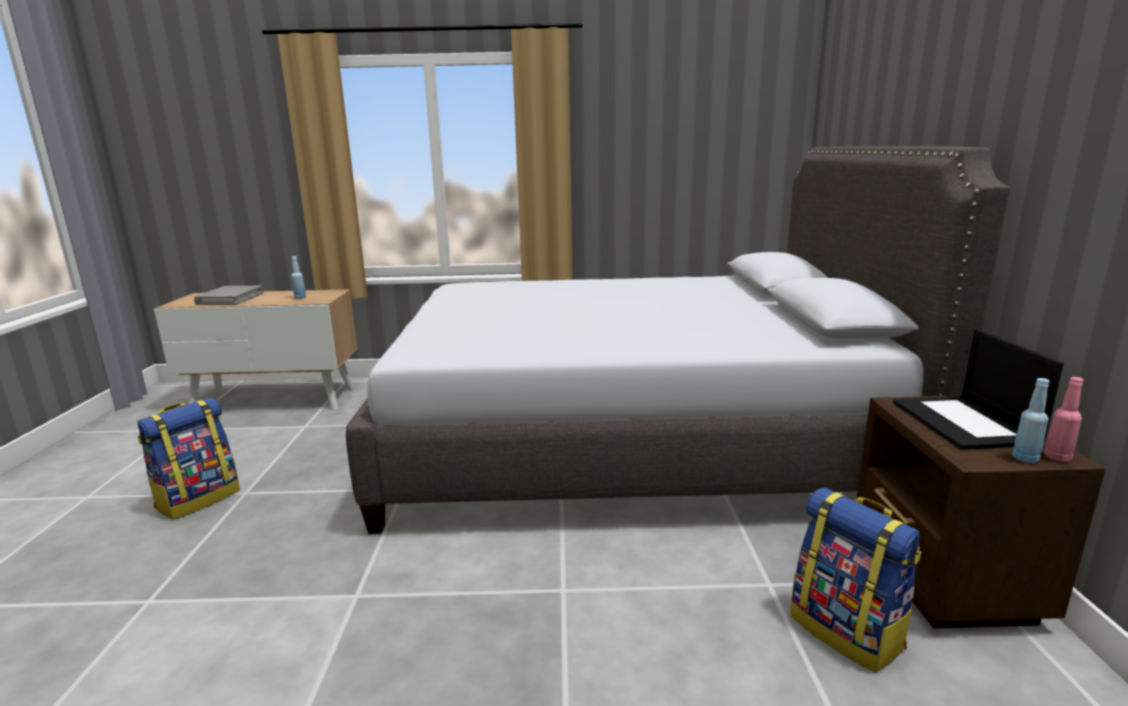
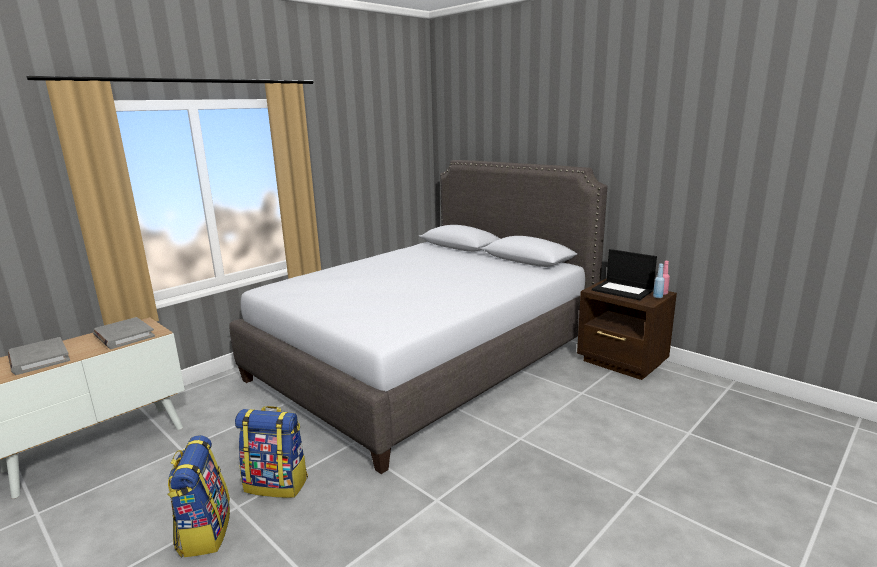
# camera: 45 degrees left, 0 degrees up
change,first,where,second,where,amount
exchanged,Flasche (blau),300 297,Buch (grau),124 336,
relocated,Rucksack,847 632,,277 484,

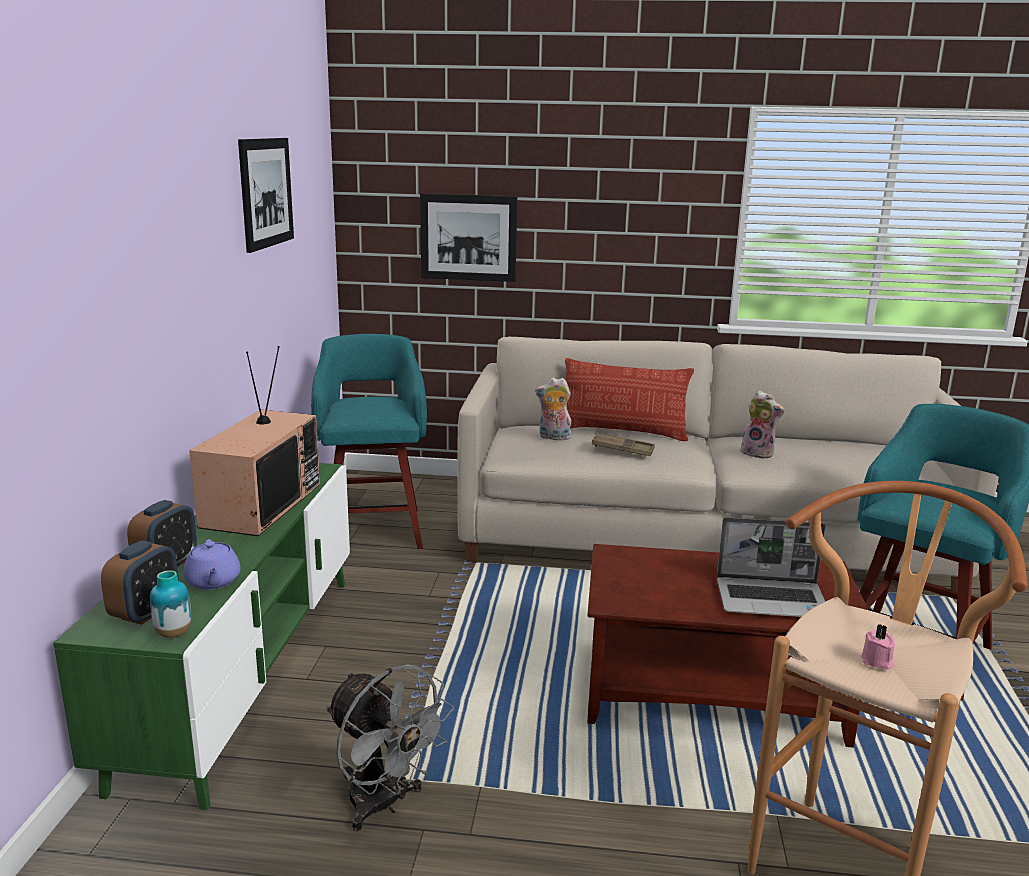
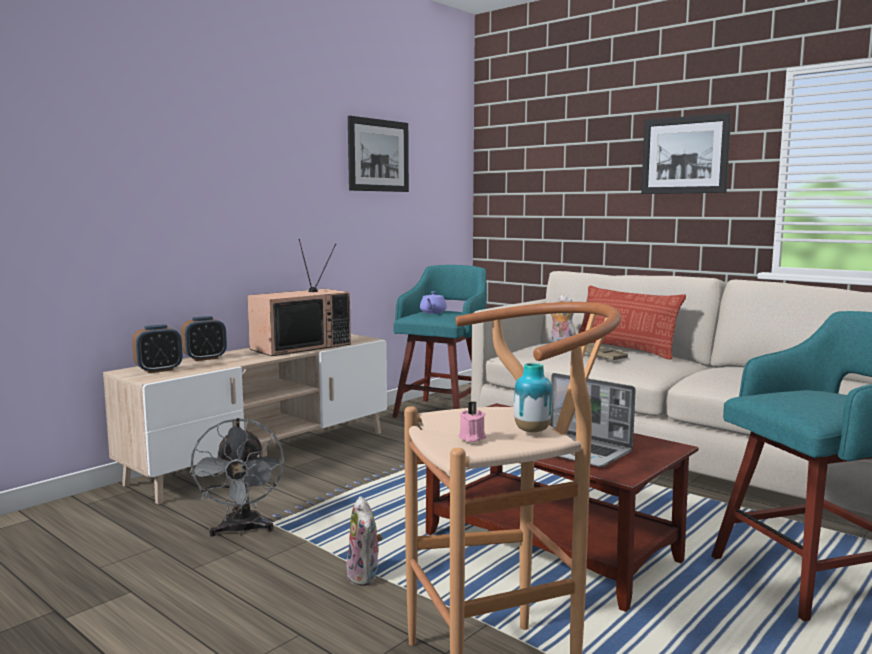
# camera: 35 degrees right, 10 degrees down
change,first,where,second,where,amount
relocated,Bild,468 237,,684 155,
relocated,Plüschtier,758 453,,365 576,
colour,Fernsehschrank (grün),244 671,Fernsehschrank (beige),265 456,
relocated,Teekanne (lila),213 582,,433 312,
relocated,Vase,173 633,,532 431,

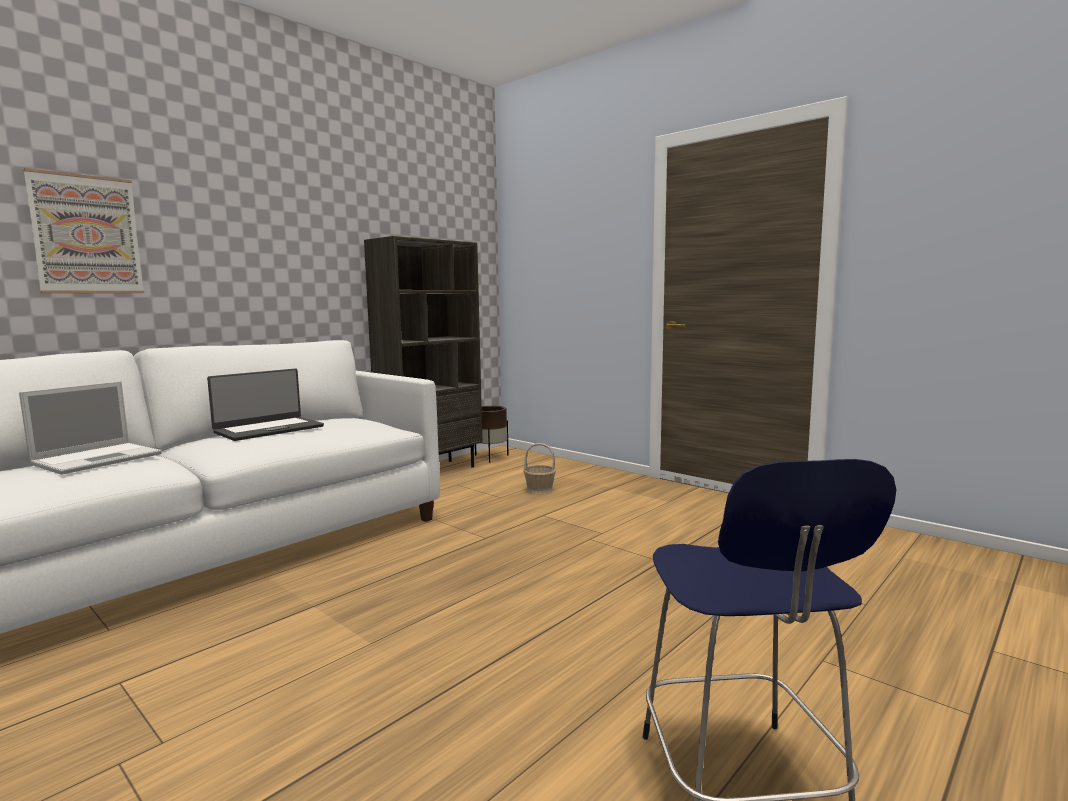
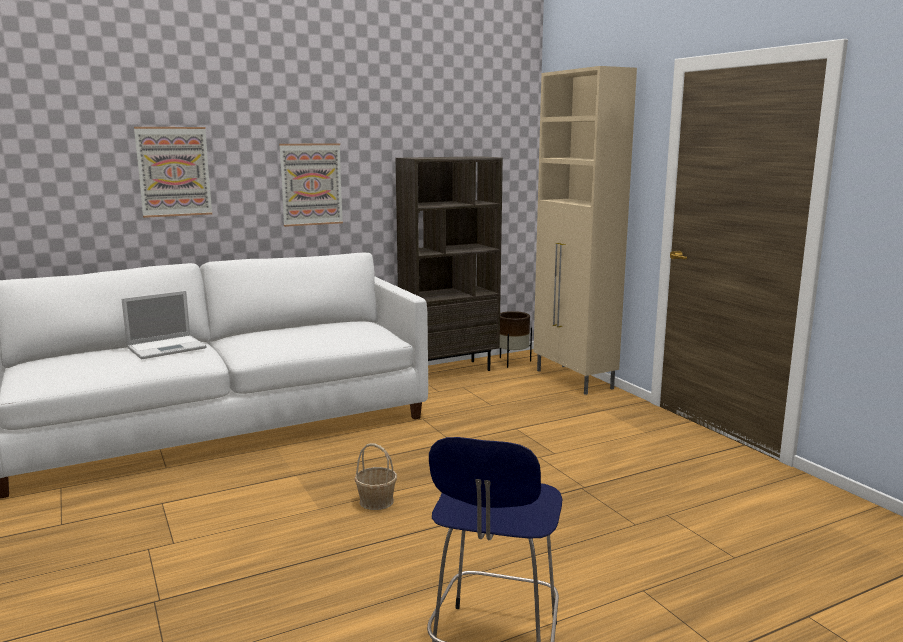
# camera: 20 degrees right, 5 degrees up
change,first,where,second,where,amount
missing,Laptop,268 429,,,
relocated,Korb,539 490,,376 501,
appeared,,,Schrank (beige),574 380,
appeared,,,Bild,311 184,

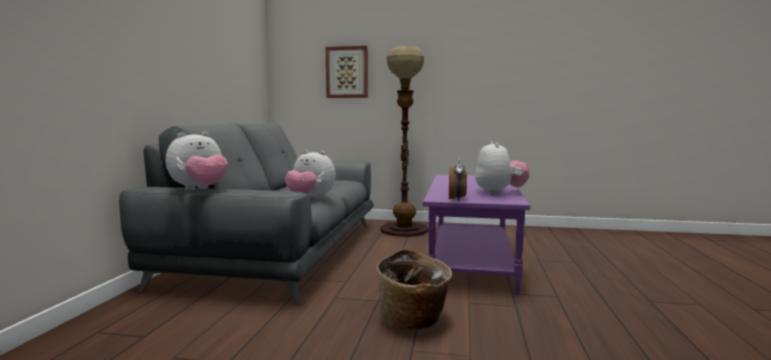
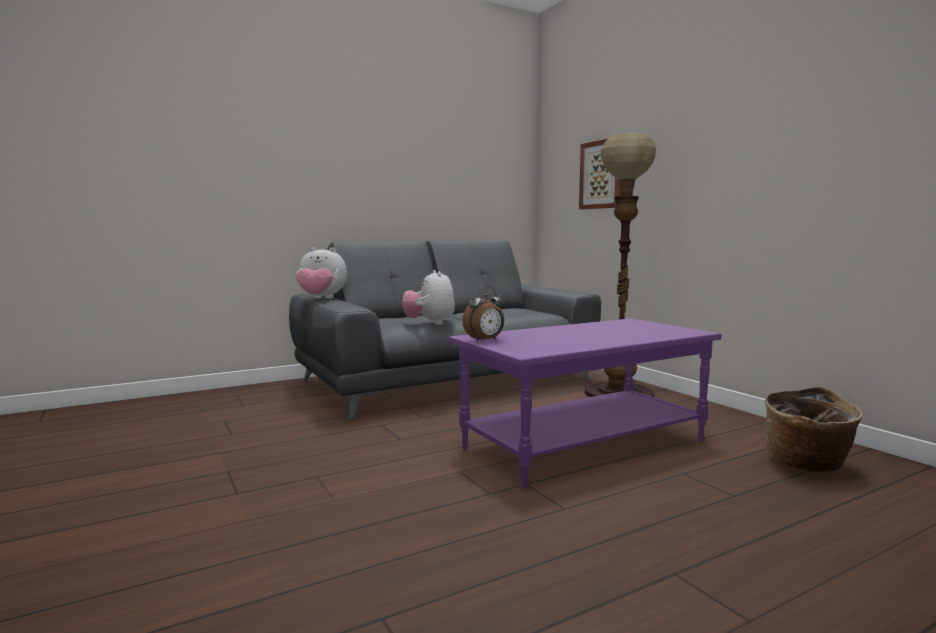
# camera: 50 degrees right, 0 degrees up
change,first,where,second,where,amount
missing,Plüschtier,499 193,,,
relocated,Korb,413 321,,806 465,

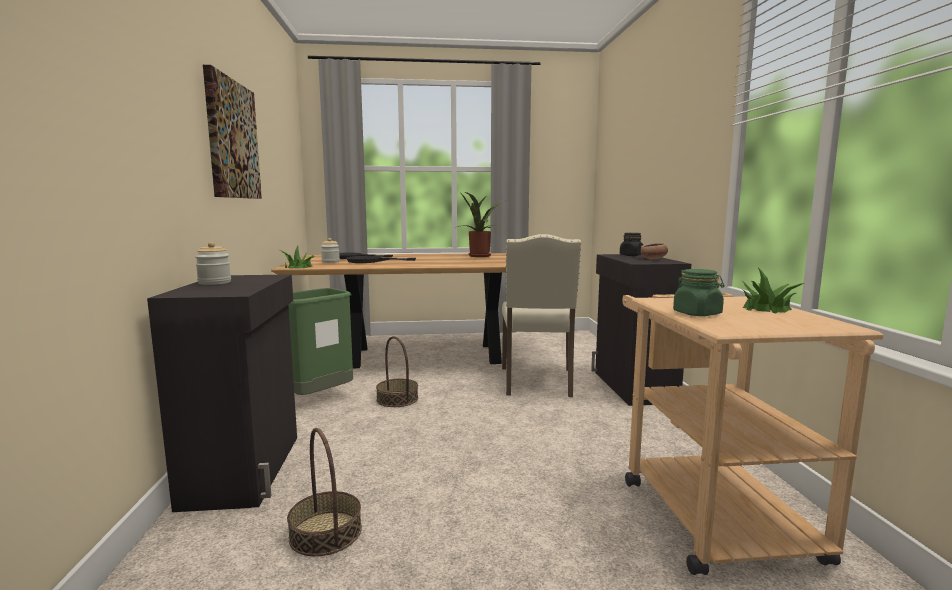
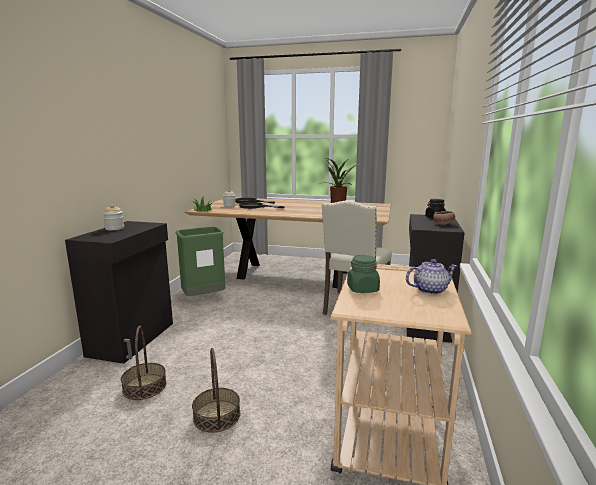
# camera: 20 degrees right, 5 degrees up
change,first,where,second,where,amount
missing,Bild,231 140,,,
exchanged,Topfpflanze,766 308,Teekanne,430 290,
relocated,Korb,397 399,,217 416,

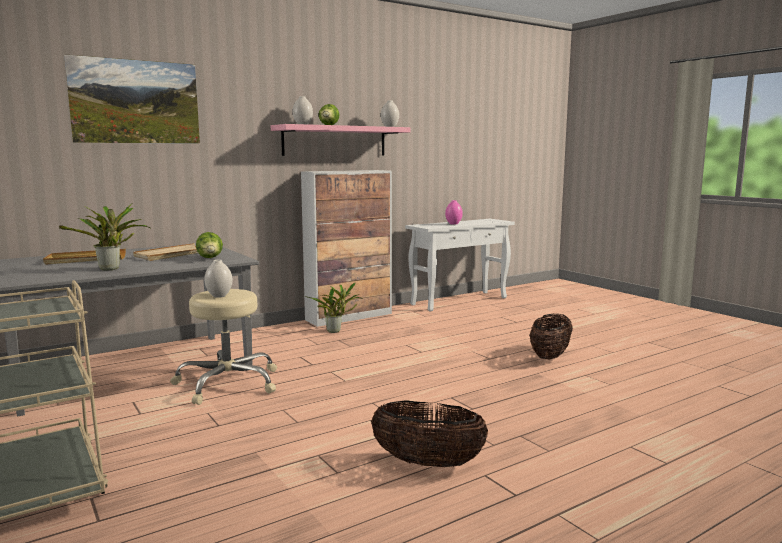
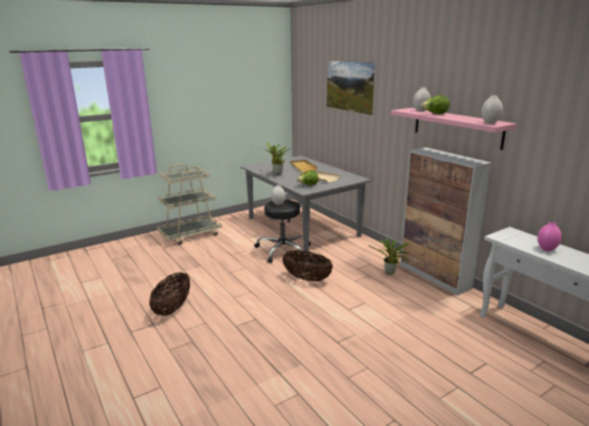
# camera: 90 degrees right, 10 degrees up
change,first,where,second,where,amount
colour,Hocker (beige),228 383,Hocker (schwarz),283 250,
relocated,Korb,550 356,,307 279,

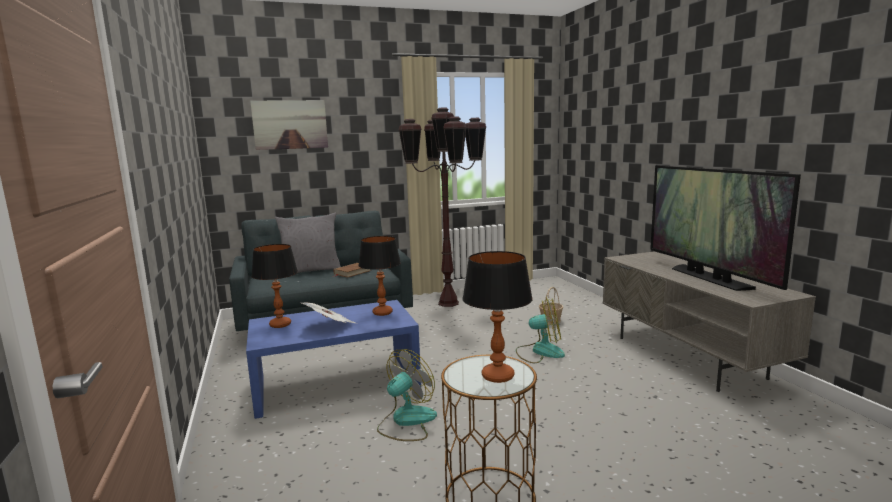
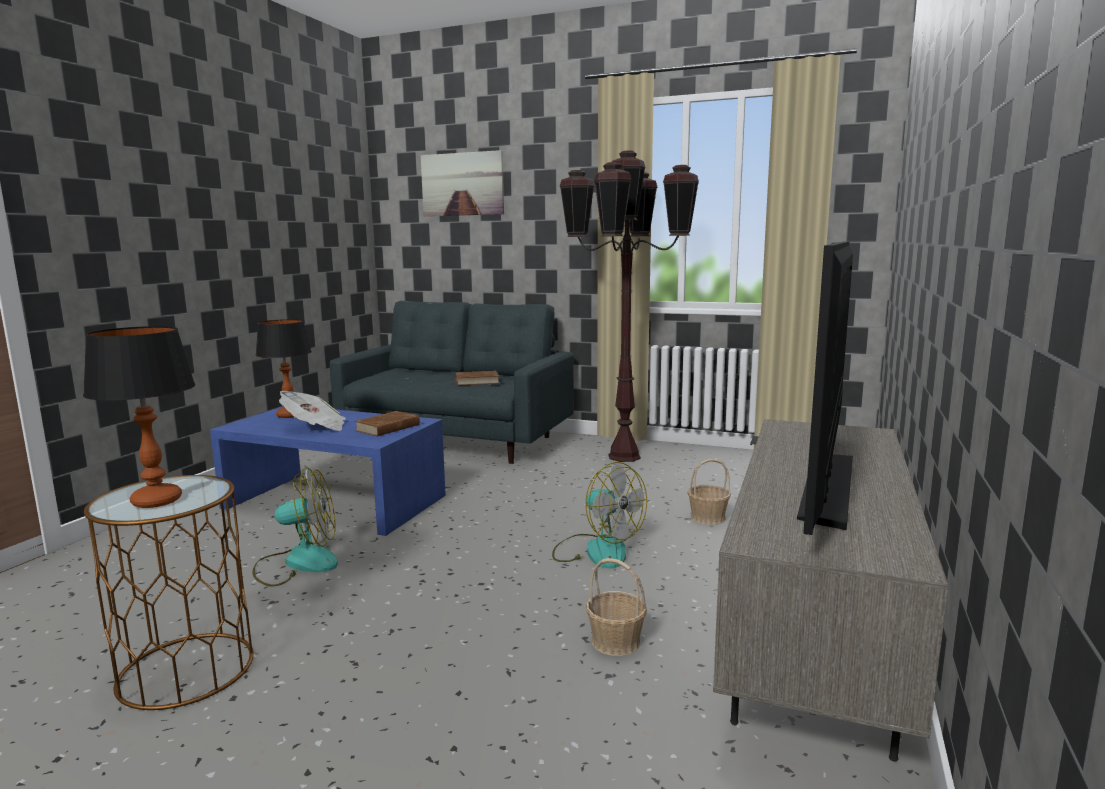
# camera: 40 degrees right, 0 degrees up
change,first,where,second,where,amount
missing,Kissen (grau),310 270,,,
exchanged,Tischlampe,382 313,Buch (braun),388 428,
appeared,,,Korb,616 642,

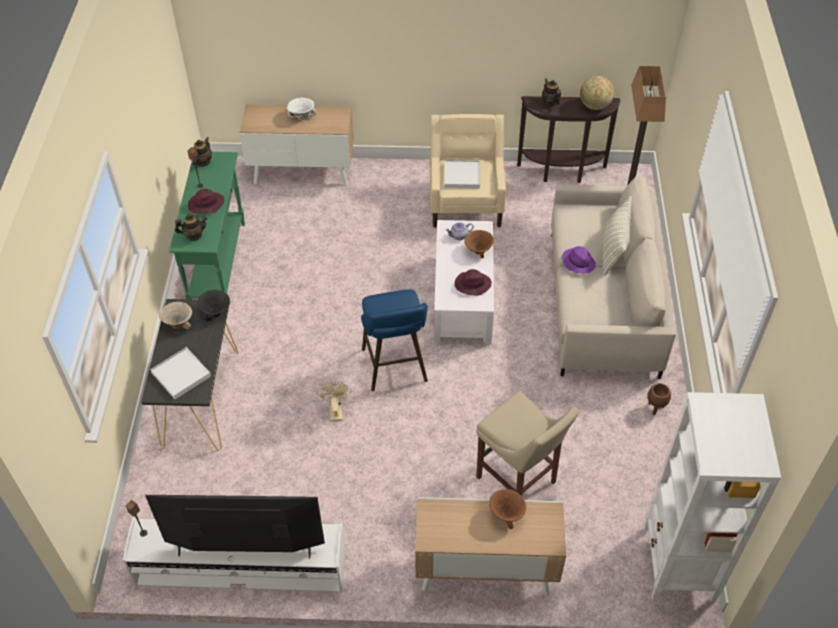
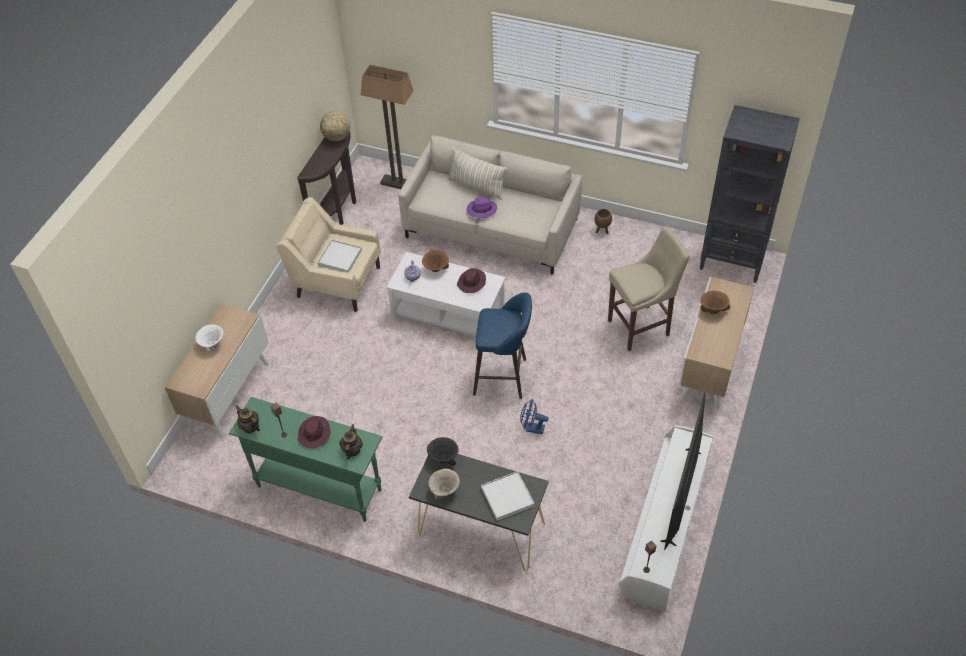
# camera: 70 degrees left, 0 degrees up
change,first,where,second,where,amount
missing,Teekanne,550 102,,,
colour,Ventilator (beige),335 410,Ventilator (blau),532 428,
colour,Bücherregal (weiß),678 565,Bücherregal (schwarz),733 261,

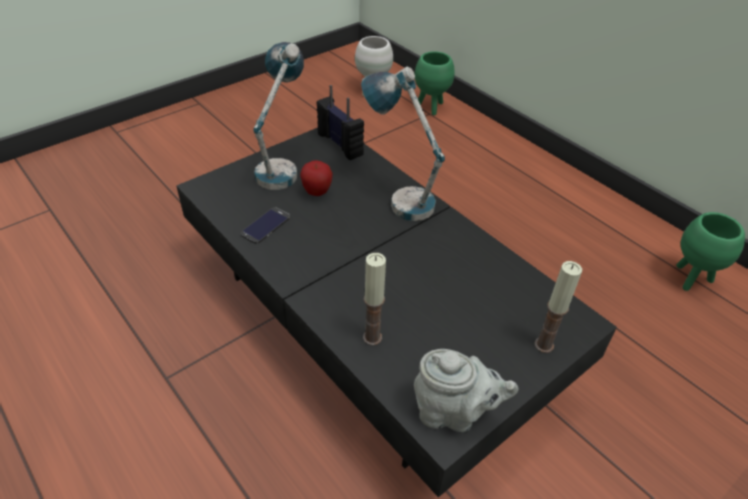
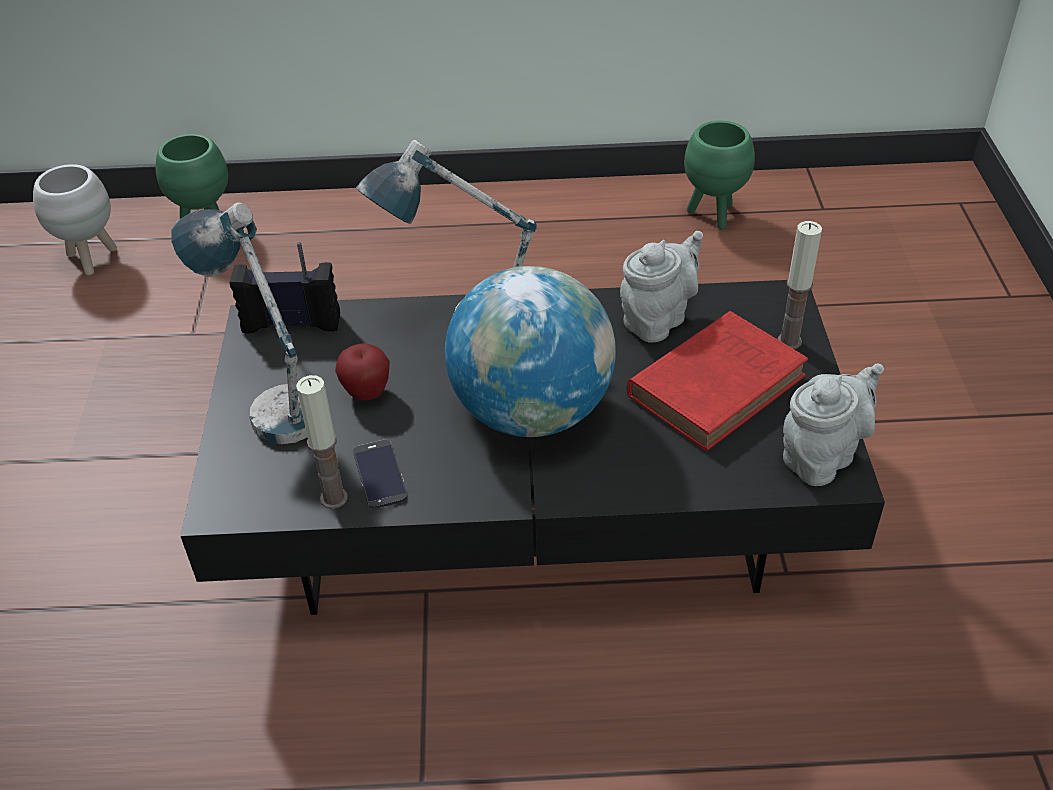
# camera: 50 degrees left, 0 degrees up
change,first,where,second,where,amount
relocated,Kerze,372 337,,334 498,
appeared,,,Teekanne (grau),658 319,
appeared,,,Globus,532 412,
appeared,,,Buch (rot),719 384,

